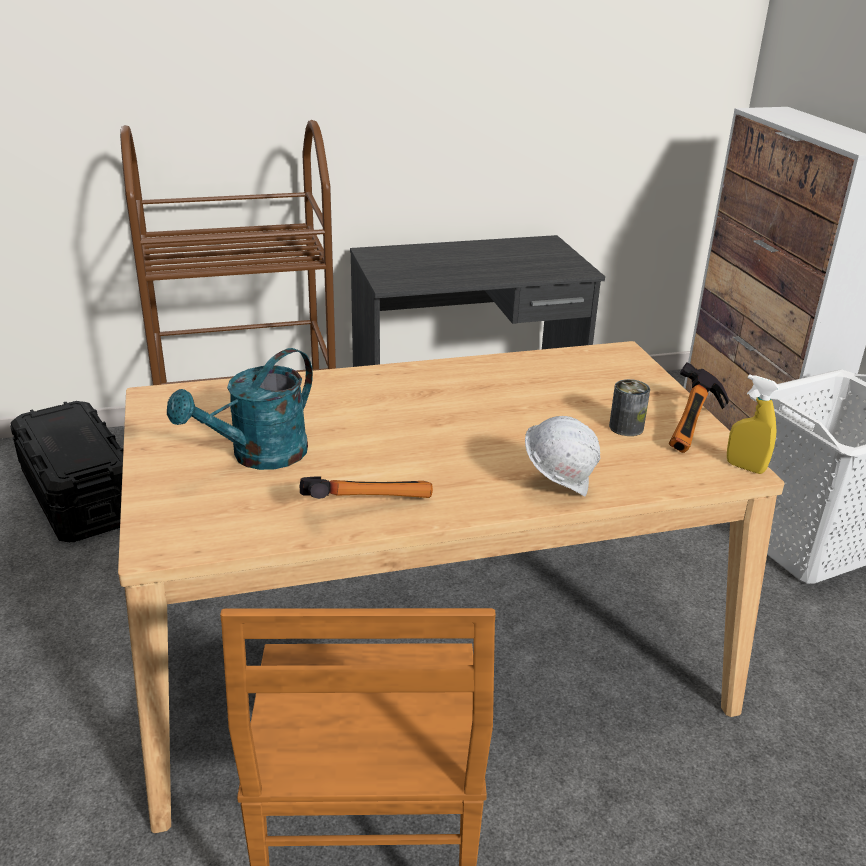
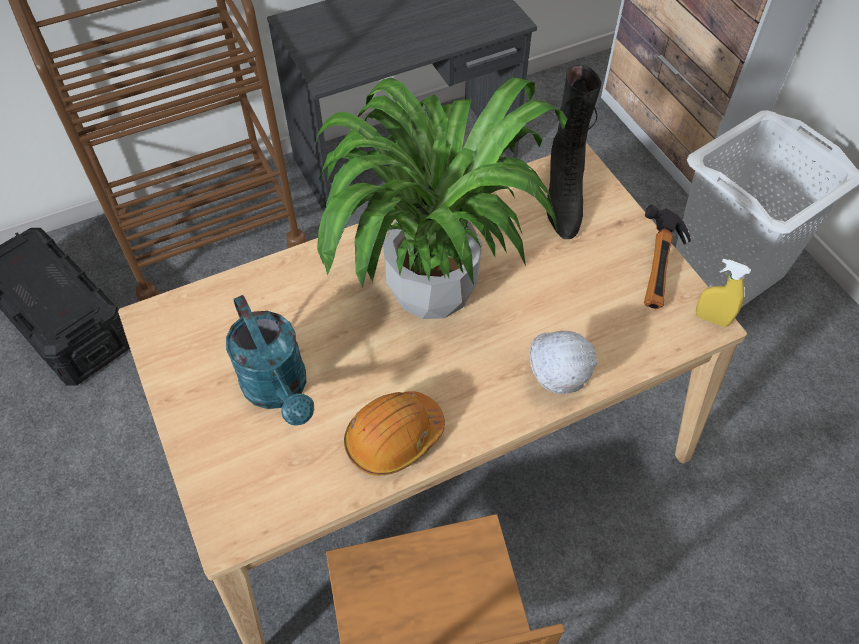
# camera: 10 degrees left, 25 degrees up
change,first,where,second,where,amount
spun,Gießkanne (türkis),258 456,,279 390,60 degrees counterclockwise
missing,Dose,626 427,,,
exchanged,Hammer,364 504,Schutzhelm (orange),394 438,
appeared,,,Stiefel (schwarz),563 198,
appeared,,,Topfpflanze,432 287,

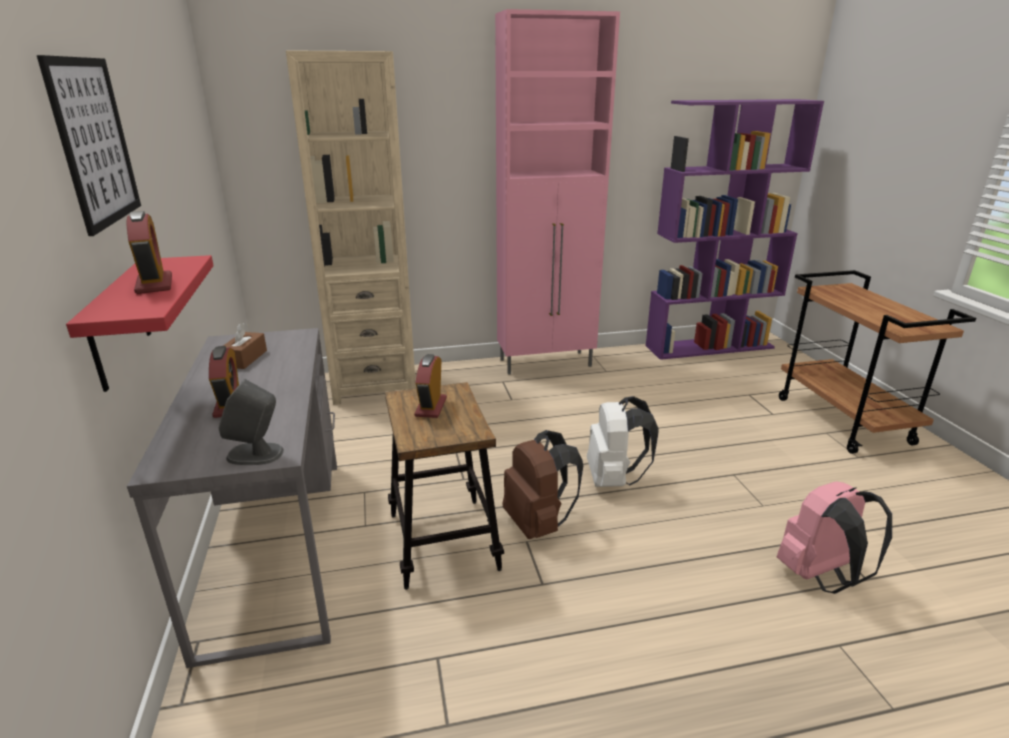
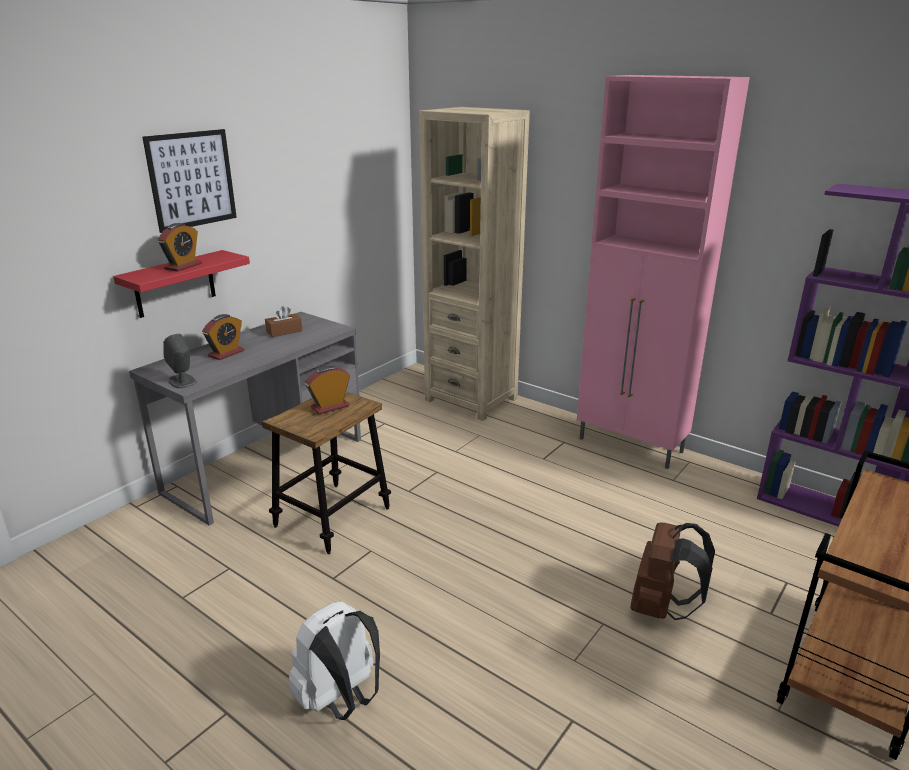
# camera: 50 degrees right, 0 degrees up
change,first,where,second,where,amount
relocated,Rucksack (weiß),614 479,,340 699,
relocated,Rucksack (braun),538 524,,661 608,
missing,Rucksack (rosa),820 576,,,

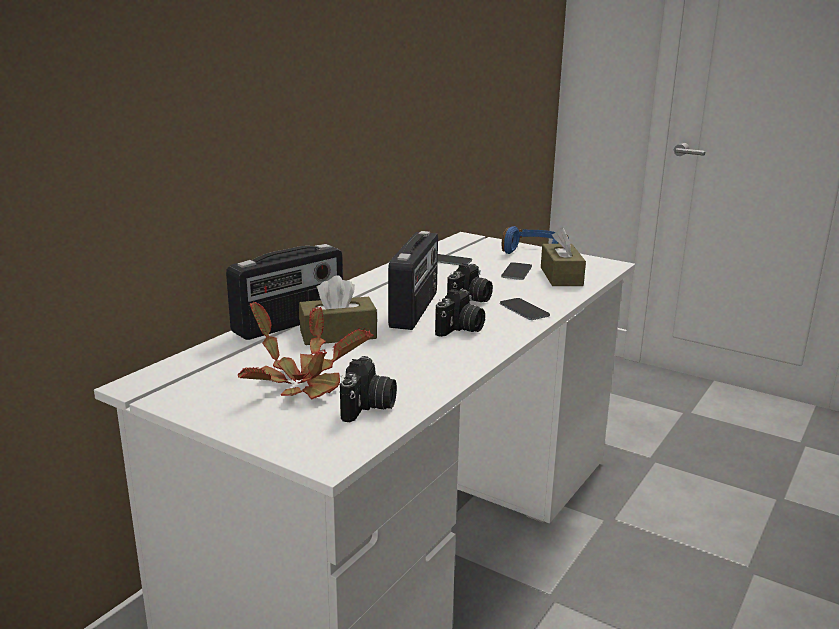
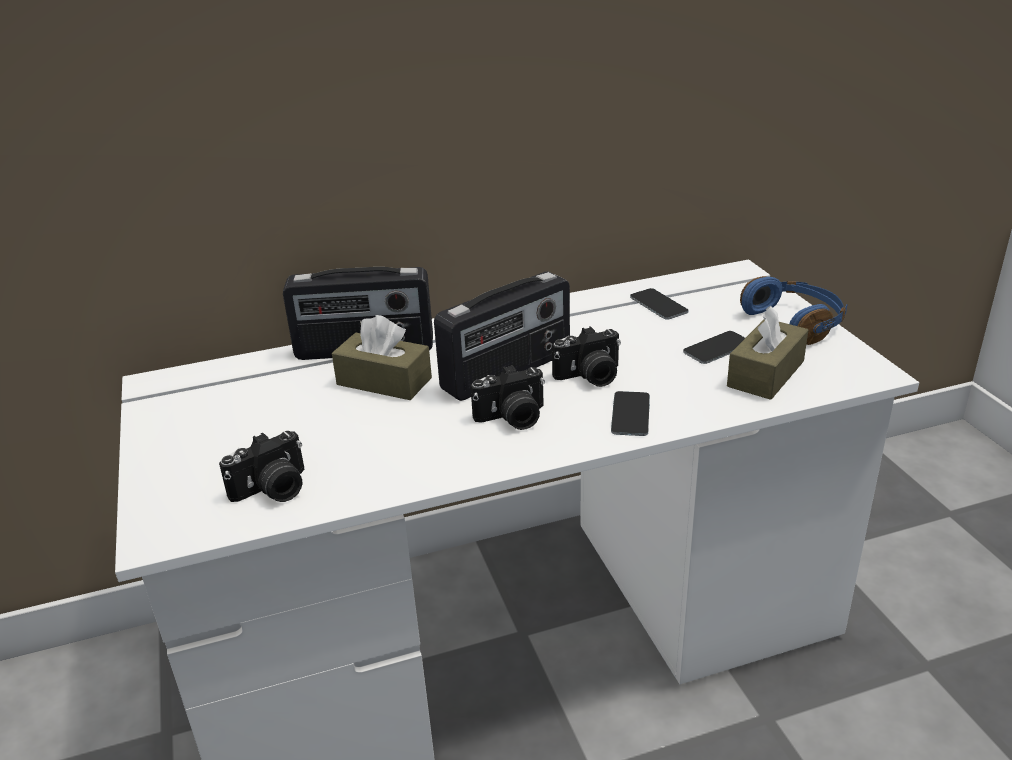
# camera: 40 degrees right, 10 degrees up
change,first,where,second,where,amount
missing,Topfpflanze,302 380,,,

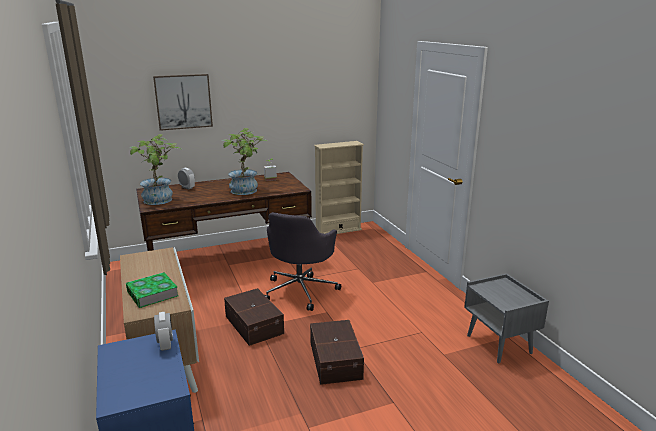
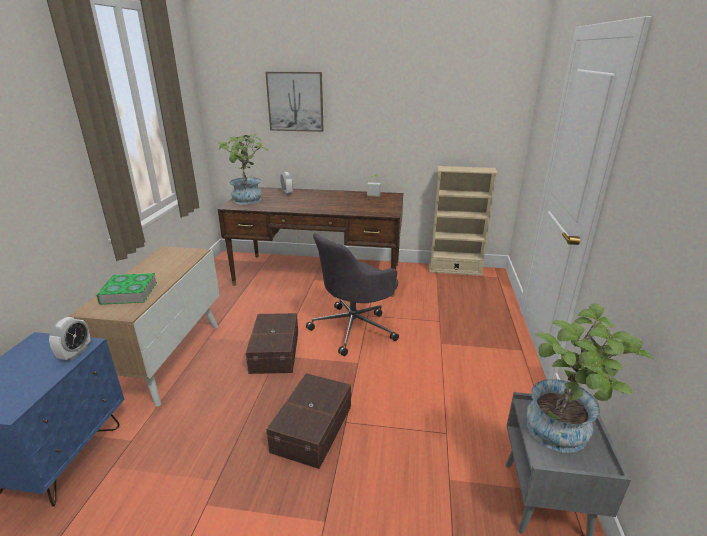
# camera: 30 degrees right, 5 degrees up
change,first,where,second,where,amount
relocated,Topfpflanze,247 191,,563 436,

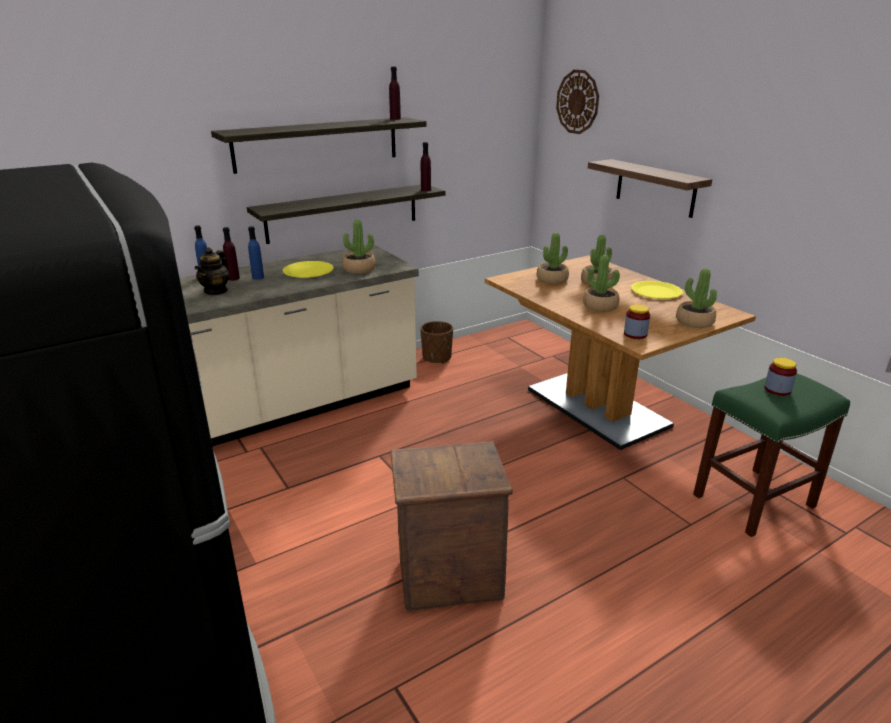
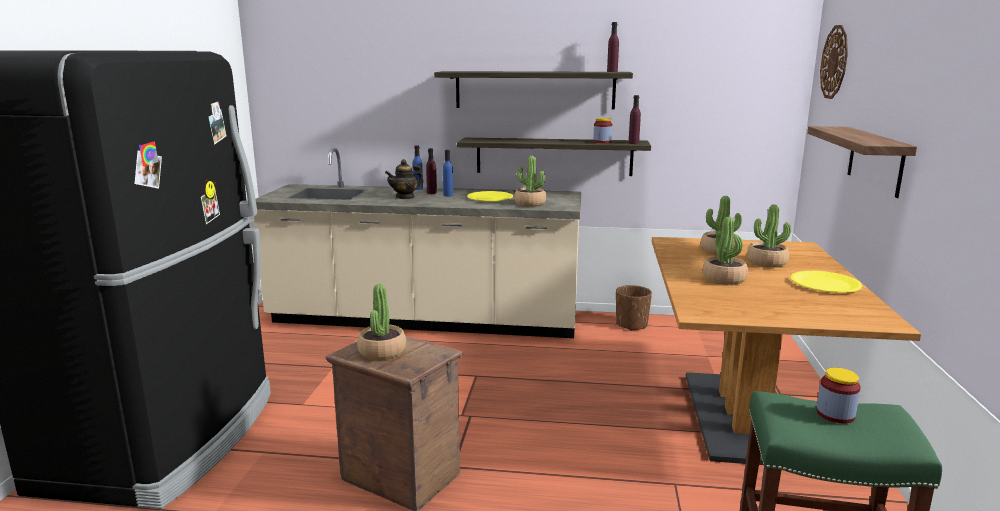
# camera: 40 degrees right, 10 degrees down
change,first,where,second,where,amount
relocated,Topfpflanze,694 322,,382 351,
relocated,Vorratsglas,635 334,,602 142,

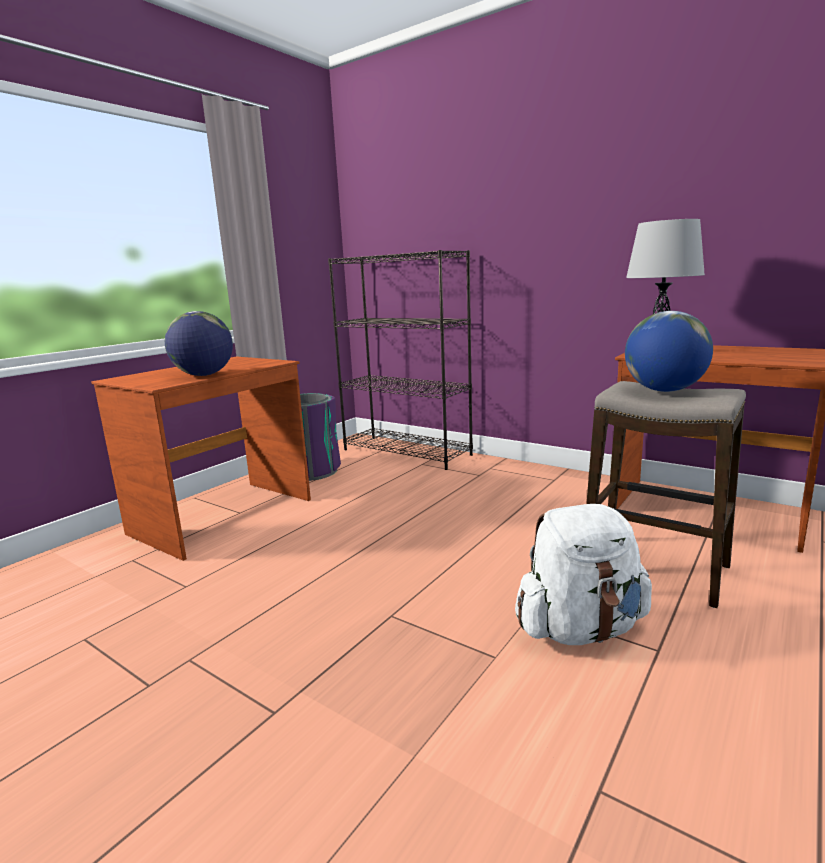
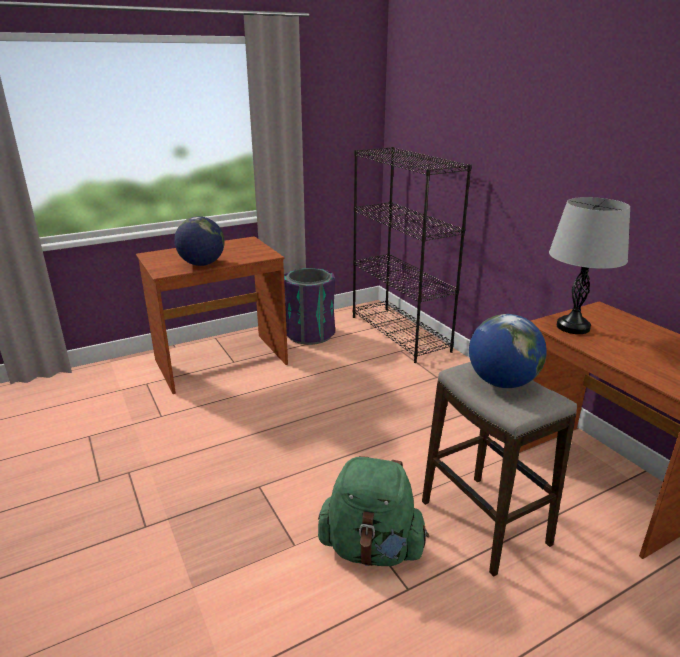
# camera: 25 degrees right, 10 degrees up
change,first,where,second,where,amount
colour,Rucksack (weiß),580 628,Rucksack (grün),371 548,

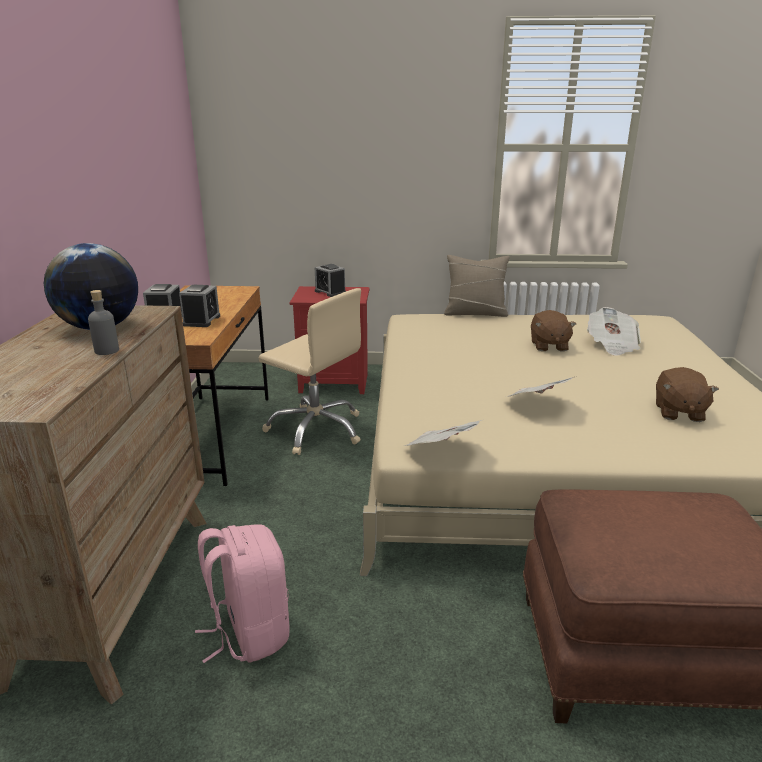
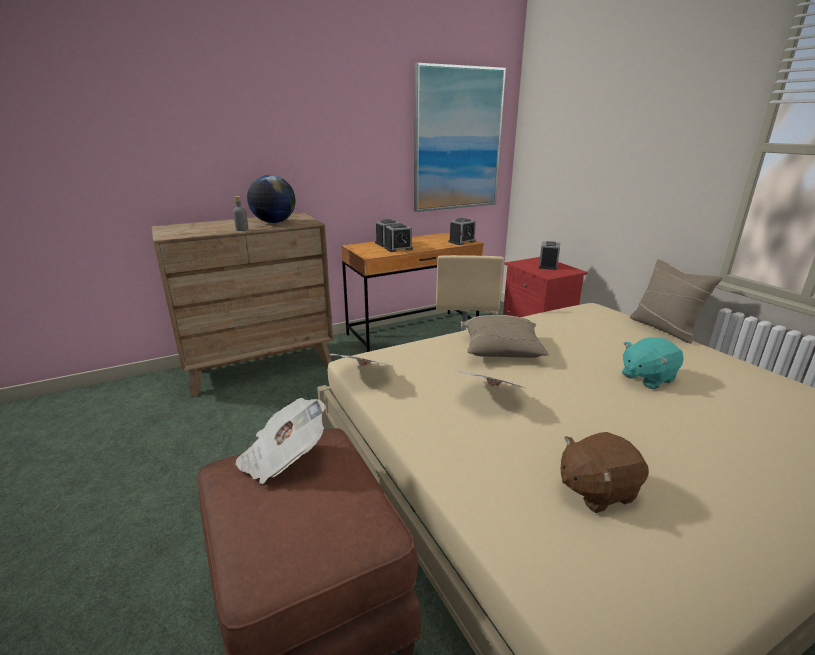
# camera: 60 degrees right, 0 degrees up
change,first,where,second,where,amount
relocated,Zeitung,612 345,,283 458,
colour,Plüschtier (braun),548 346,Plüschtier (türkis),647 377,
missing,Rucksack (rosa),249 632,,,
appeared,,,Bild,457 140,
appeared,,,Wecker,462 242,
appeared,,,Kissen (beige),501 350,

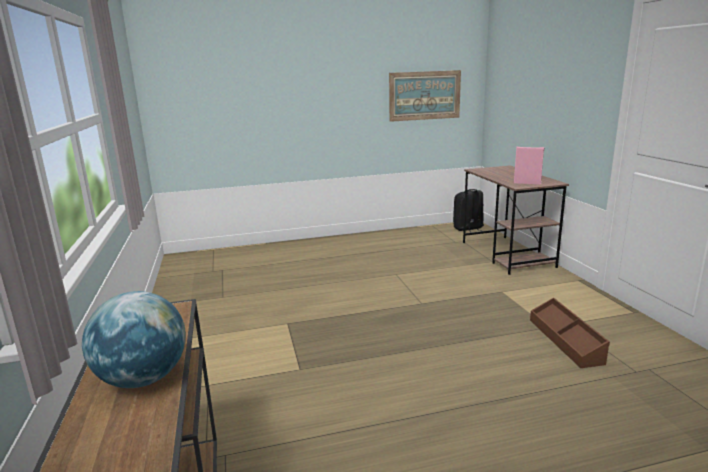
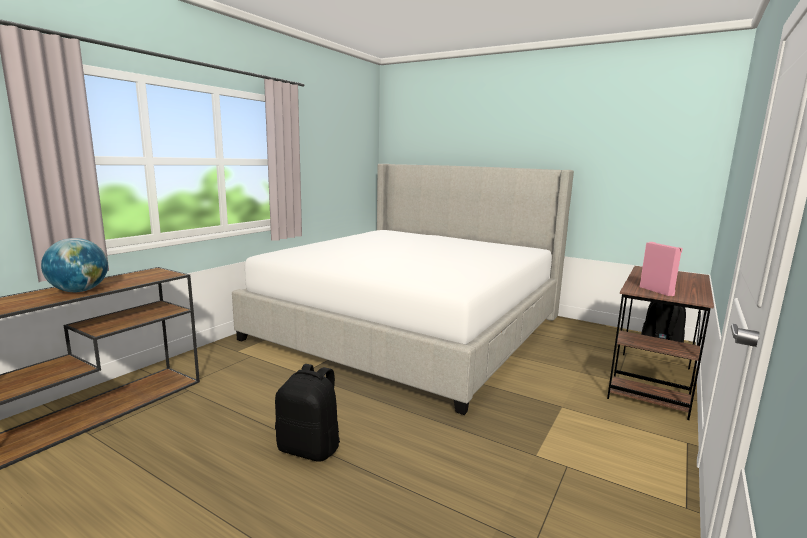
# camera: 45 degrees right, 5 degrees down
change,first,where,second,where,amount
missing,Bild,424 95,,,
missing,Aufbewahrungsbox (braun),566 340,,,
appeared,,,Bett,411 327,
appeared,,,Rucksack (schwarz),310 448,

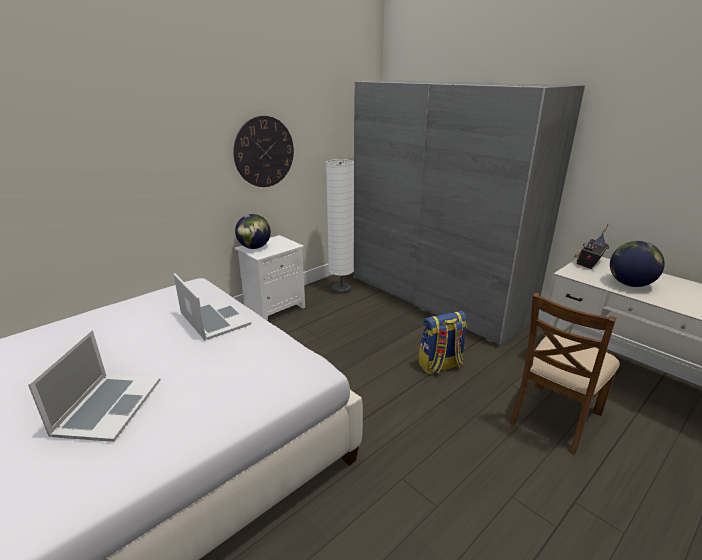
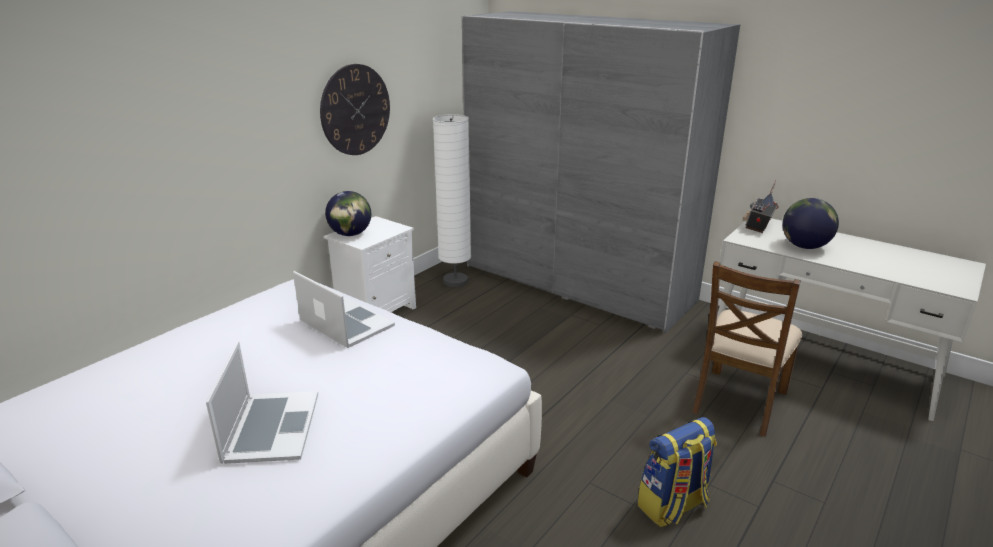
# camera: 10 degrees left, 0 degrees up
change,first,where,second,where,amount
relocated,Rucksack,440 366,,673 506,

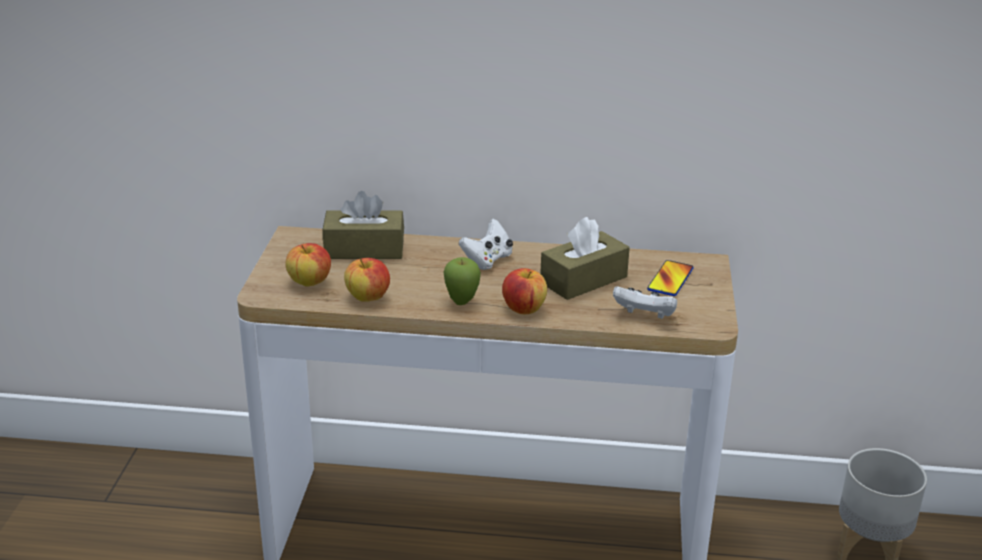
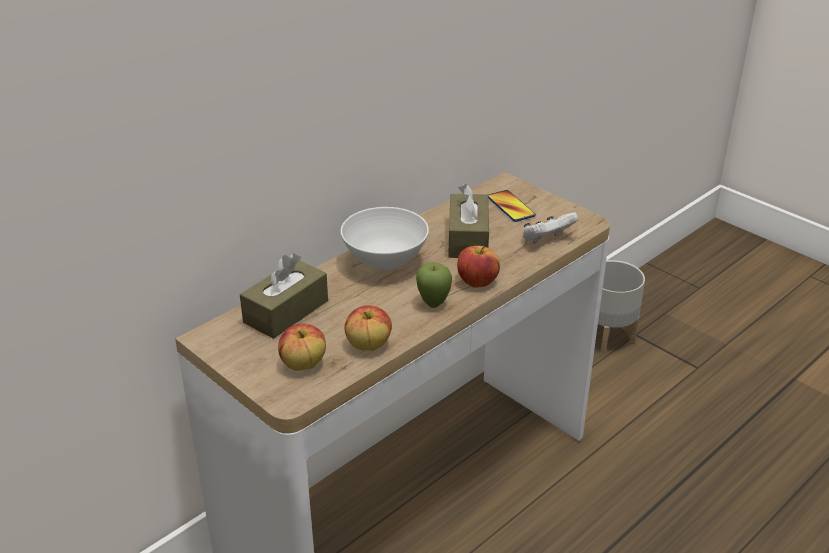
# camera: 50 degrees left, 5 degrees up
change,first,where,second,where,amount
exchanged,Gamepad (weiß),487 260,Schüssel (weiß),385 264,

